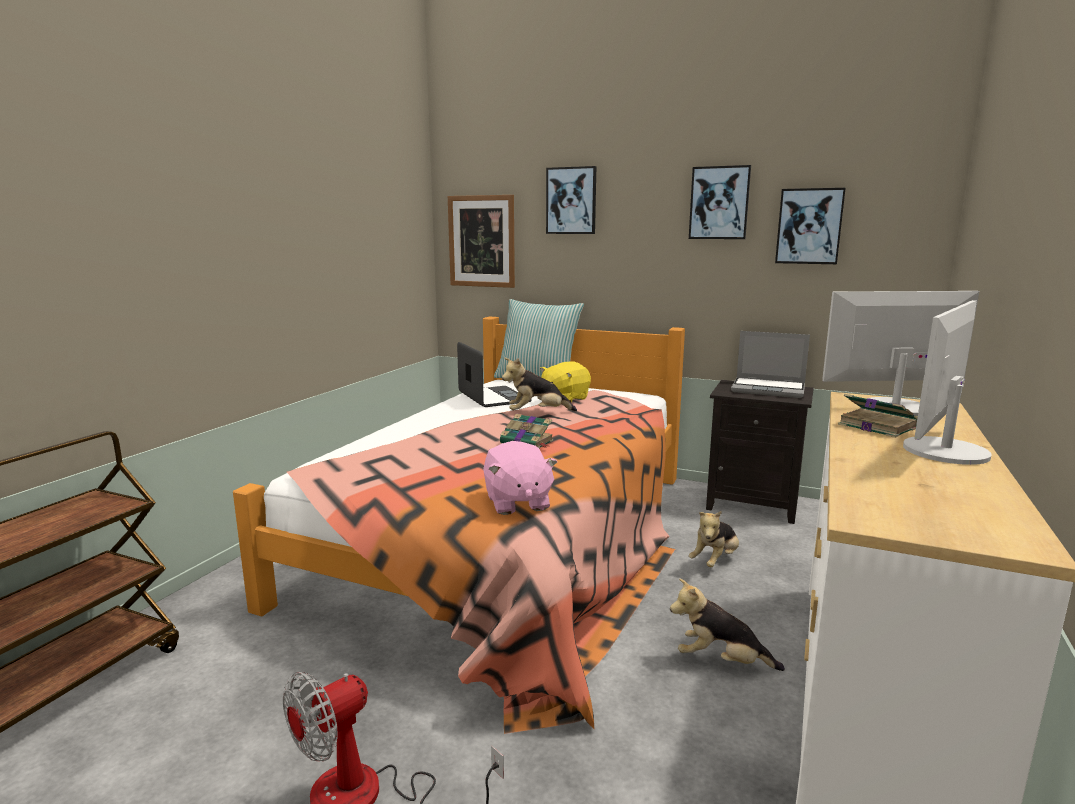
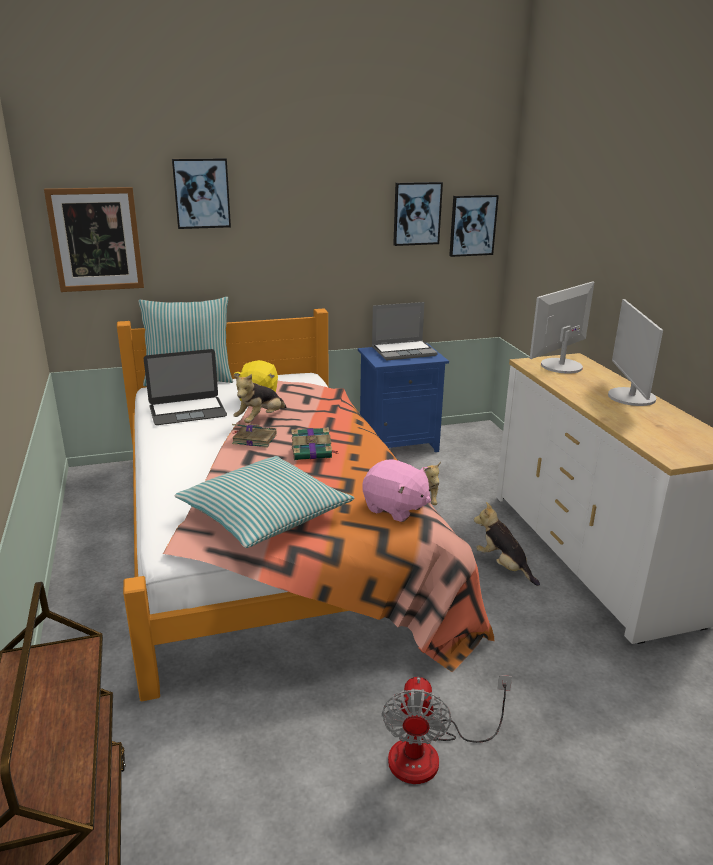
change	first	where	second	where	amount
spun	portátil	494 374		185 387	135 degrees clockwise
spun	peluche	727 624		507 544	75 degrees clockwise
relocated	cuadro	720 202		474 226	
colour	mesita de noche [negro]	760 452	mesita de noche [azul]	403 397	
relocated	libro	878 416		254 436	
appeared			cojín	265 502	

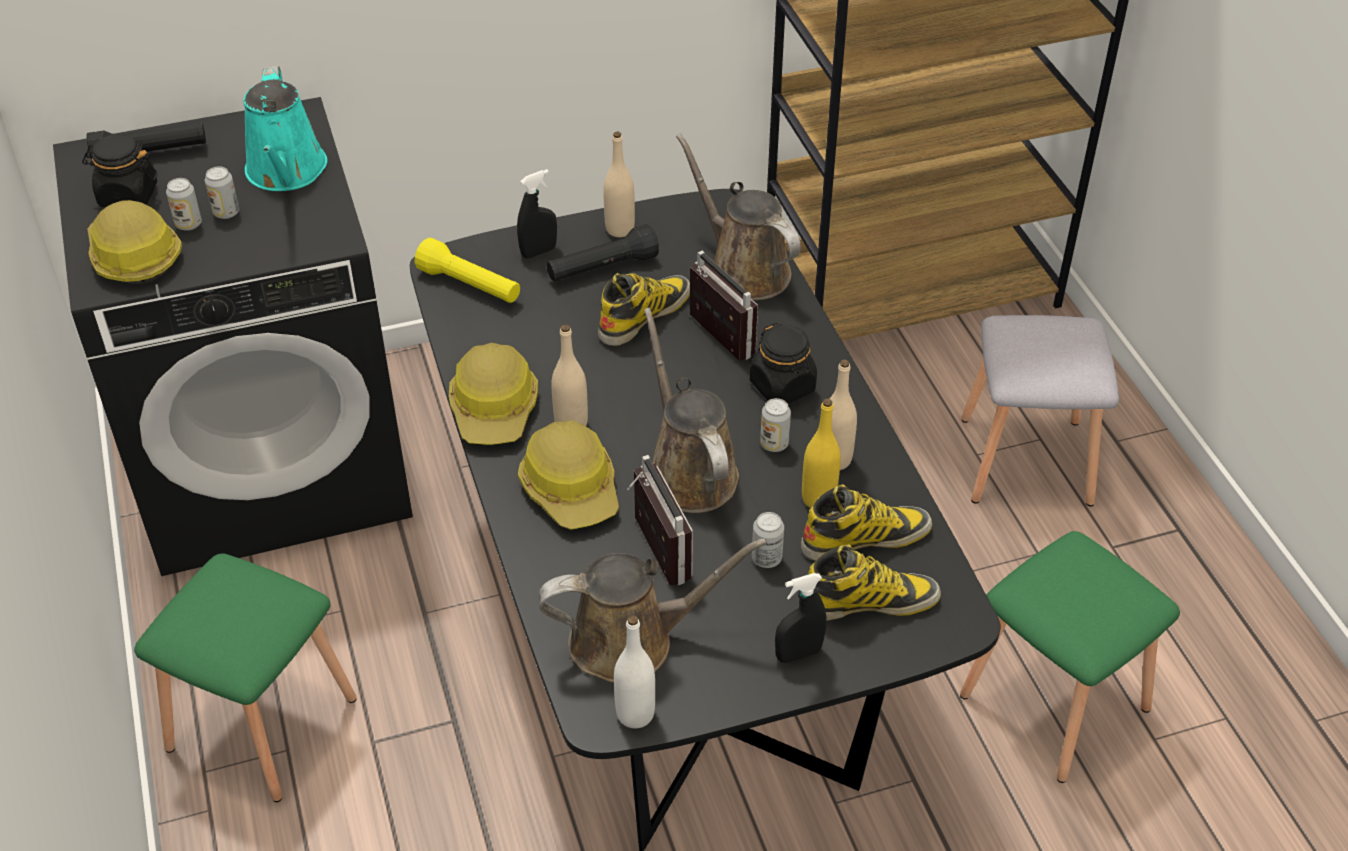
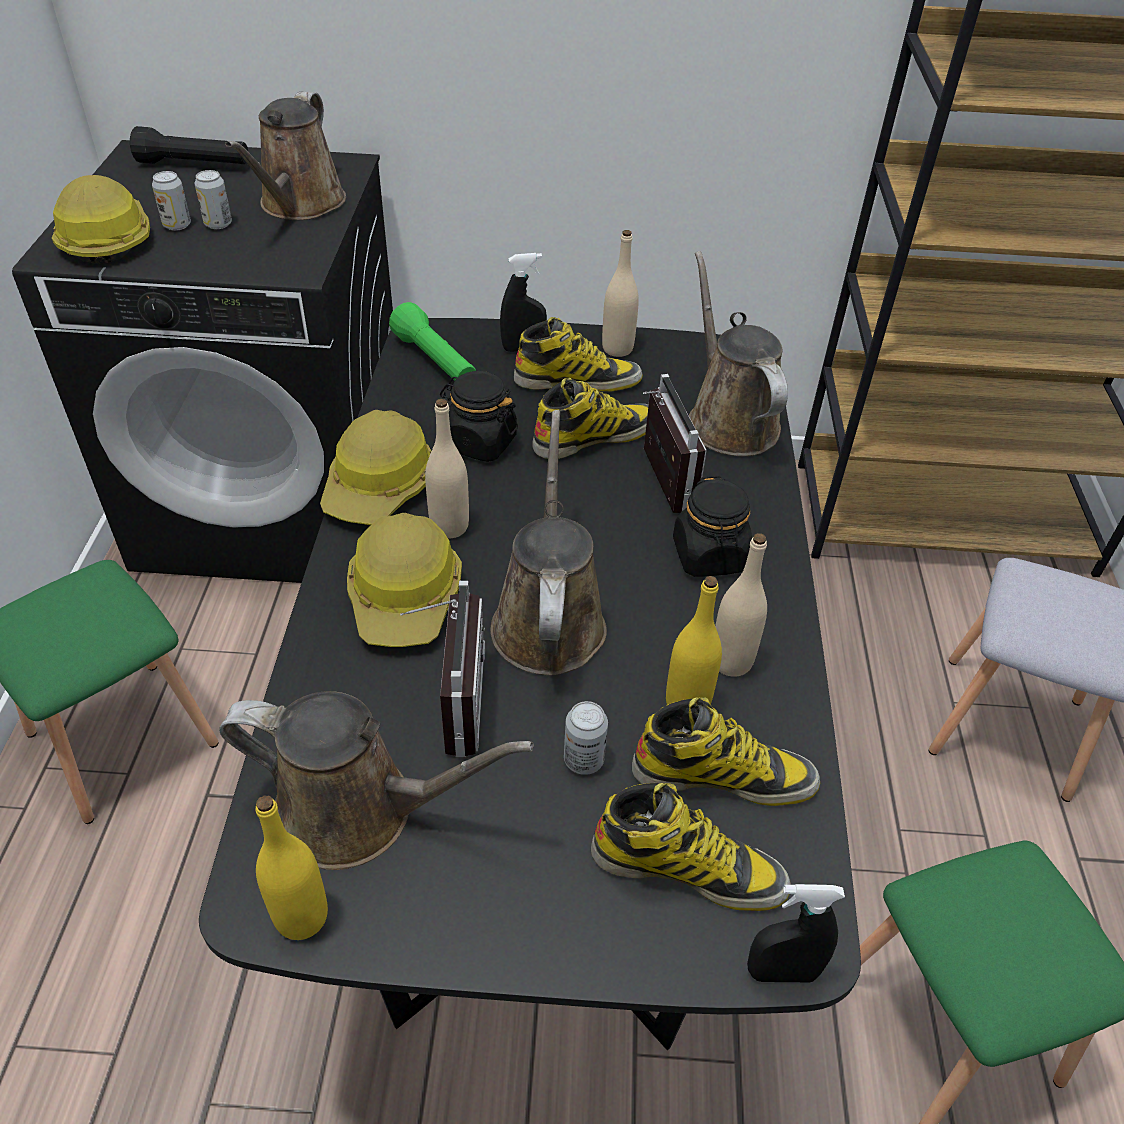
change	first	where	second	where	amount
relocated	tarro [negro]	119 170		479 416	
colour	regadera [turquesa]	285 128	regadera [marrón]	285 156	
colour	linterna [amarillo]	467 270	linterna [verde]	432 341	
exchanged	linterna [negro]	603 252	bota	578 354	
colour	botella [blanco]	634 671	botella [amarillo]	291 867	
missing	lata	775 425			
relocated	pulverizador [negro]	800 618		796 933	

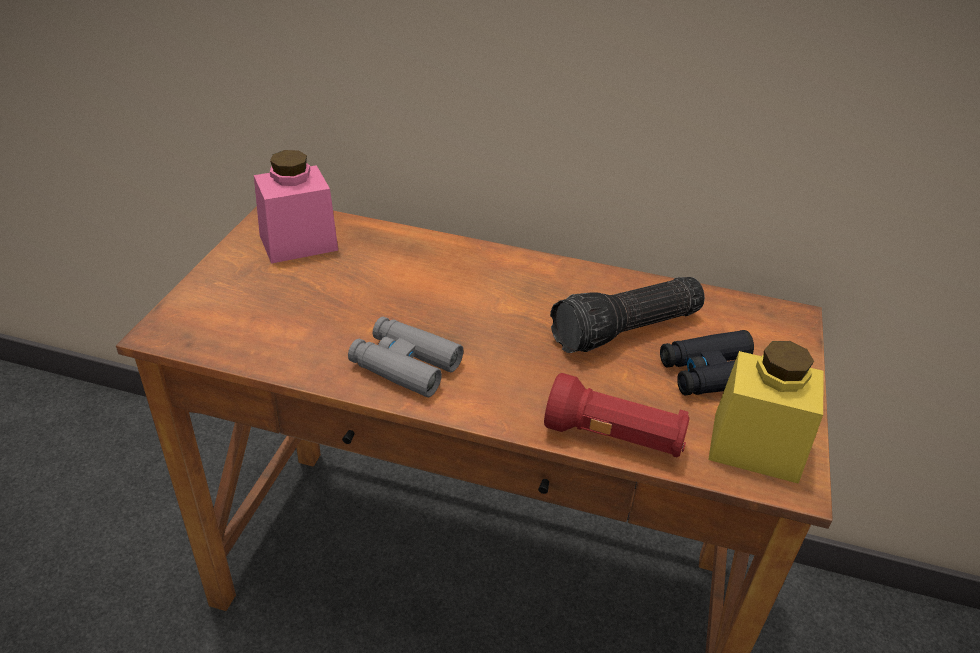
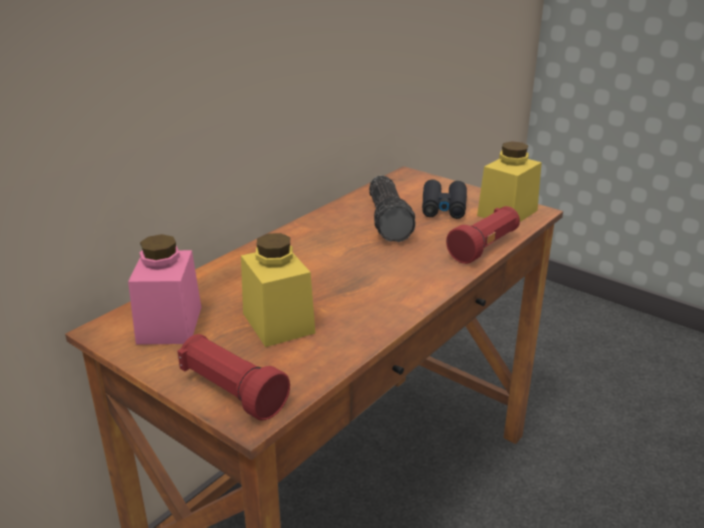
change	first	where	second	where	amount
missing	prismáticos [gris]	405 356			
appeared			linterna [rojo]	234 377	
appeared			tarro [amarillo]	278 290	

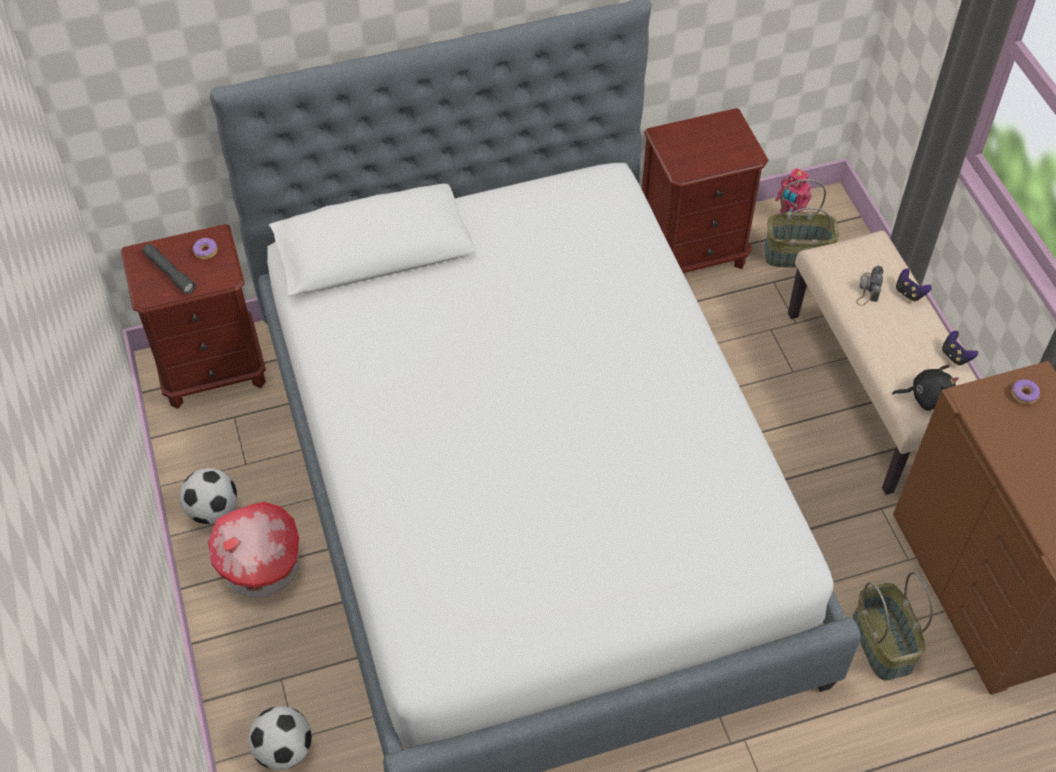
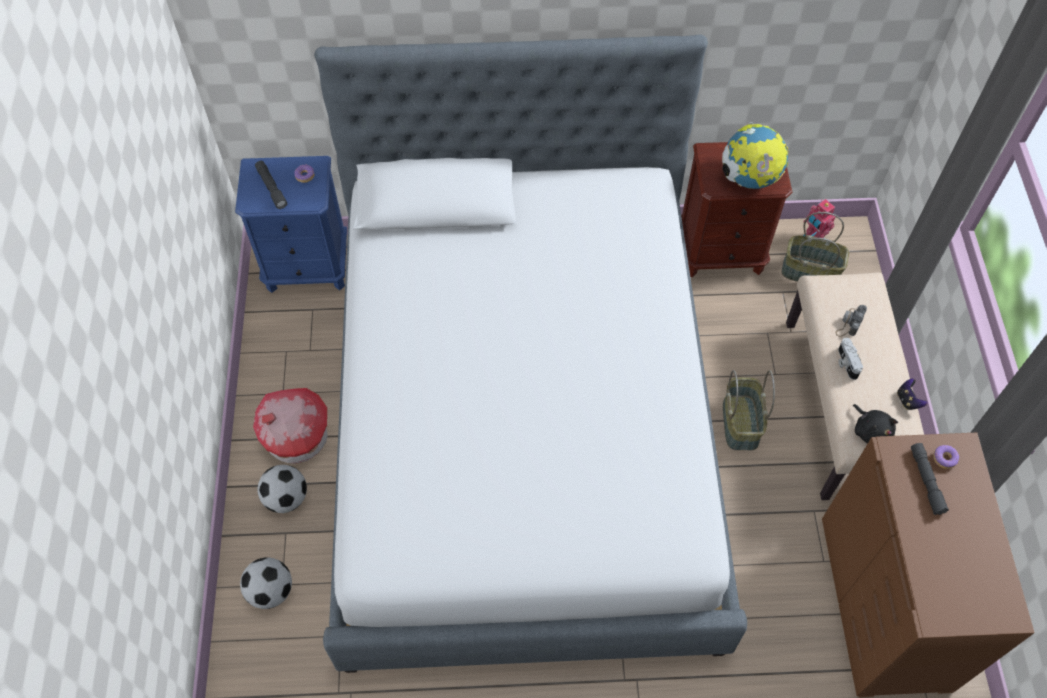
change	first	where	second	where	amount
colour	mesita de noche [marrón]	193 316	mesita de noche [azul]	291 224	
relocated	balón de fútbol	208 496		282 489	
relocated	cesta	893 626		749 410	
spun	peluche [negro]	925 388		875 424	45 degrees clockwise
missing	mando de consola	914 285			
appeared			globo terráqueo	755 156	
appeared			cámara	850 359	
appeared			linterna [gris]	930 479	

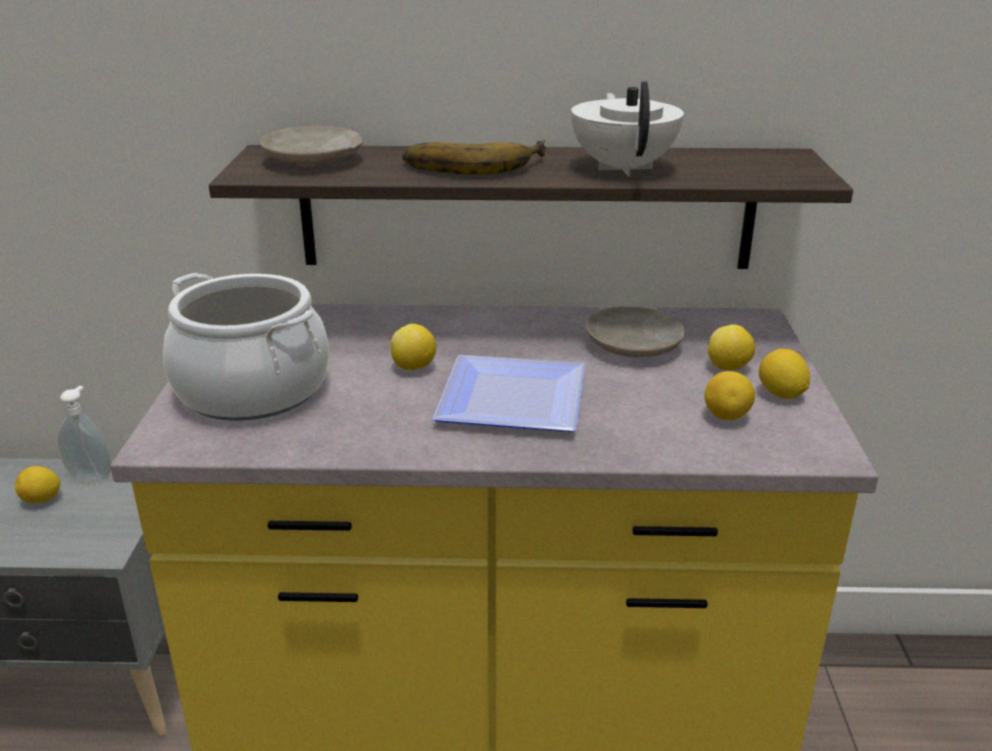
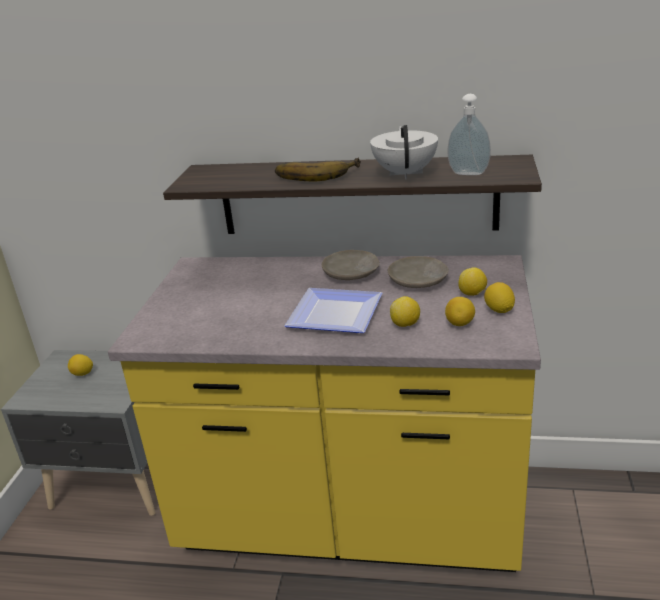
change	first	where	second	where	amount
relocated	dispensador de jabón	84 434		469 134	
missing	olla	246 347			
relocated	plato [beis]	311 147		351 265	
relocated	limón	413 347		405 311	

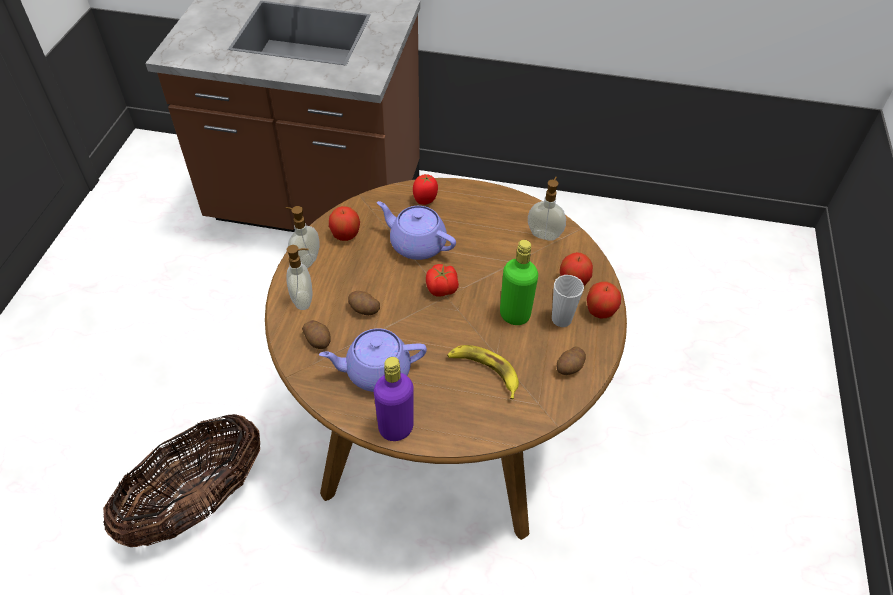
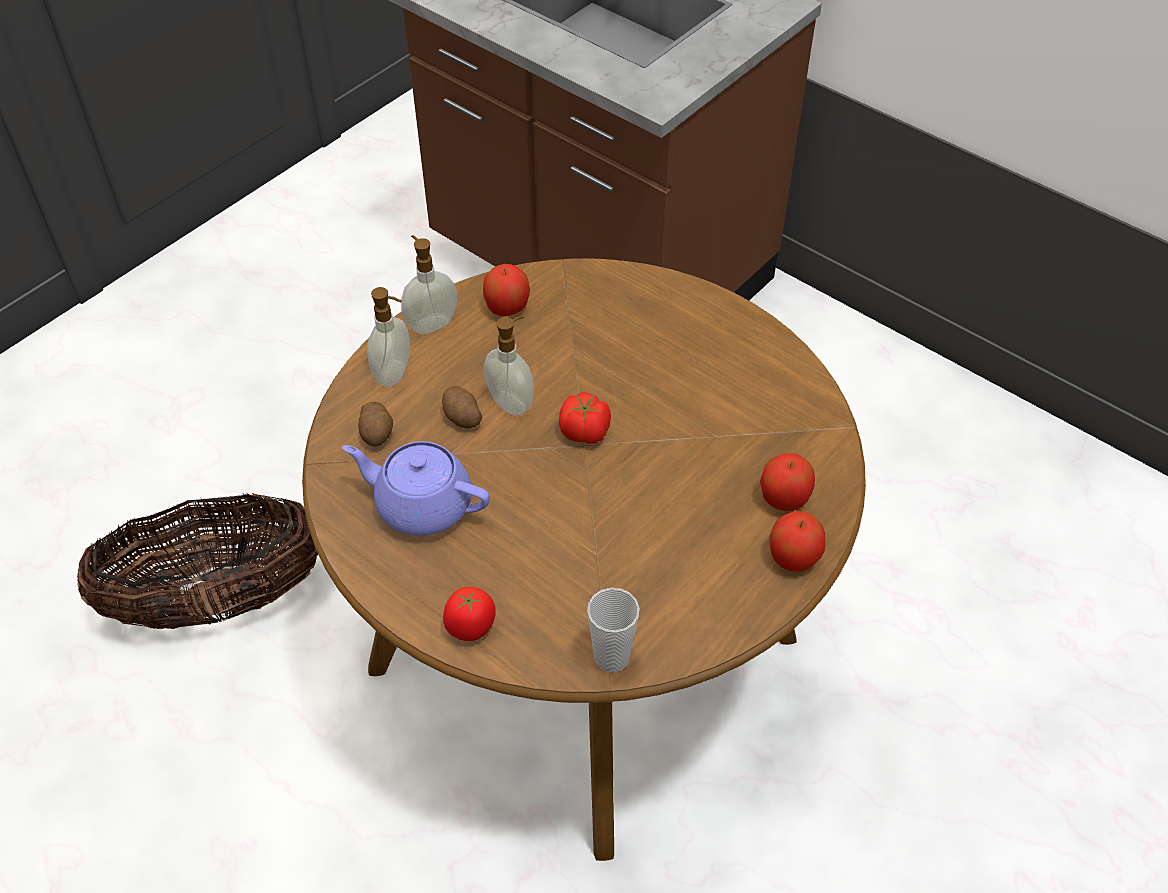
change	first	where	second	where	amount
missing	botella [morado]	394 399			
missing	tetera [morado]	416 230			
relocated	tomate	425 189		469 614	
missing	plátano	483 372			
missing	botella [verde]	519 282			
relocated	dispensador de jabón	547 209		509 366	
relocated	taza	568 301		613 630	
missing	patata	571 360			

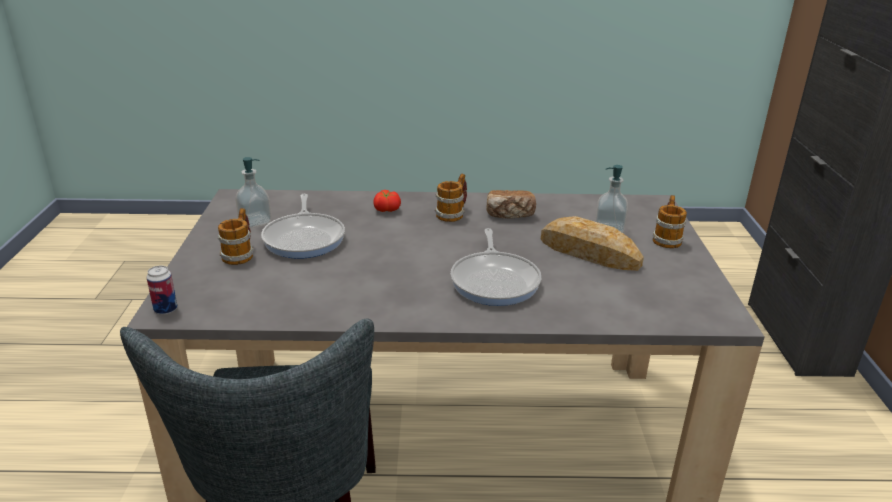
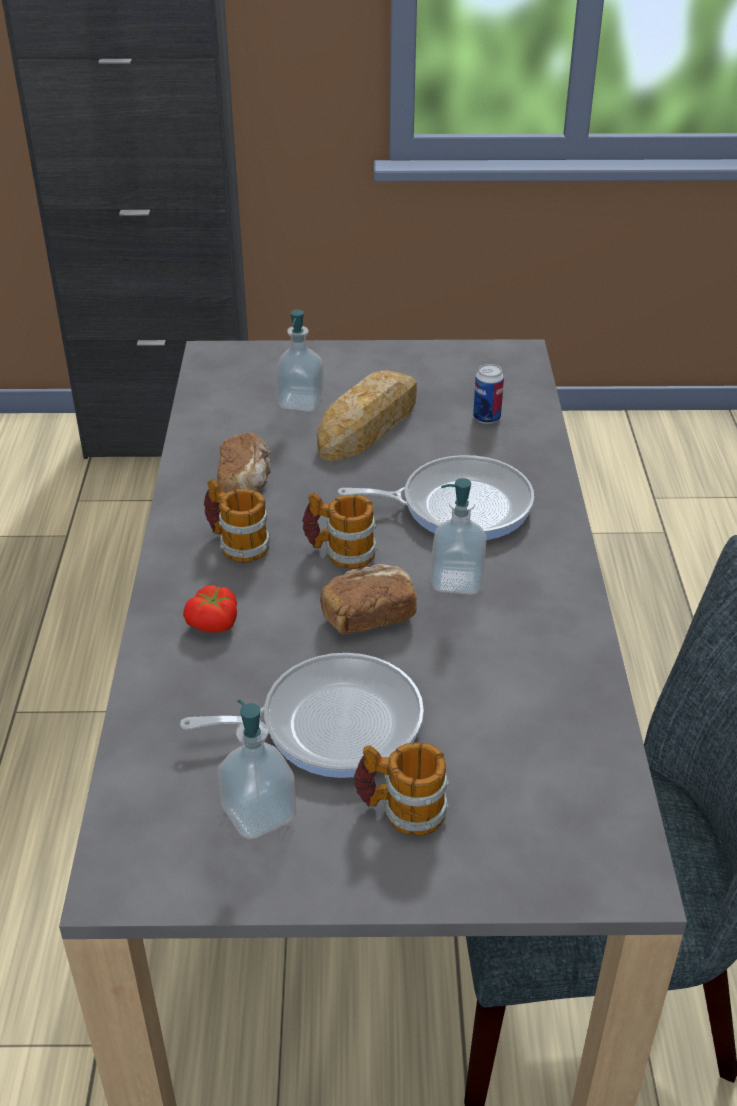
change	first	where	second	where	amount
relocated	lata	162 290		488 394	
relocated	taza grande	670 221		339 530	
appeared			pan	368 599	
appeared			dispensador de jabón	459 536	

